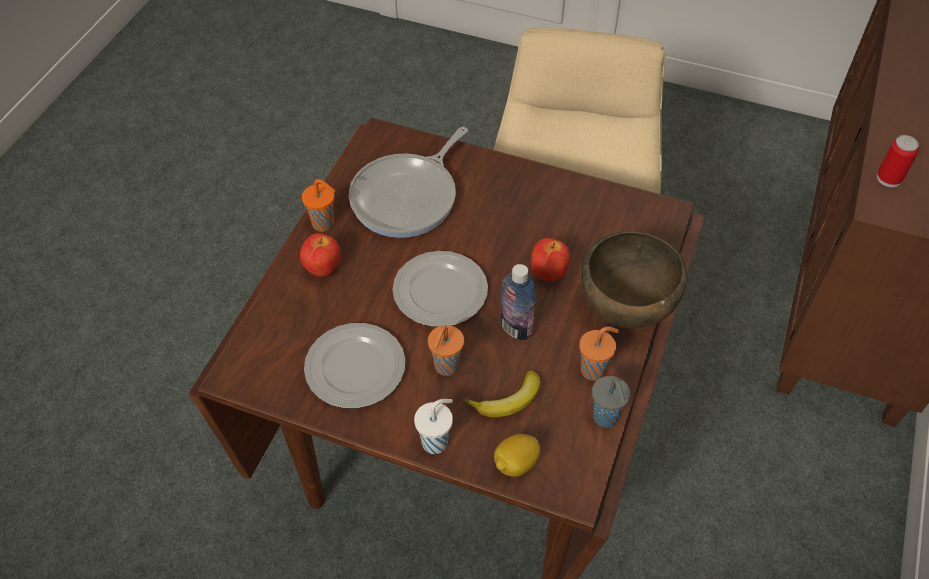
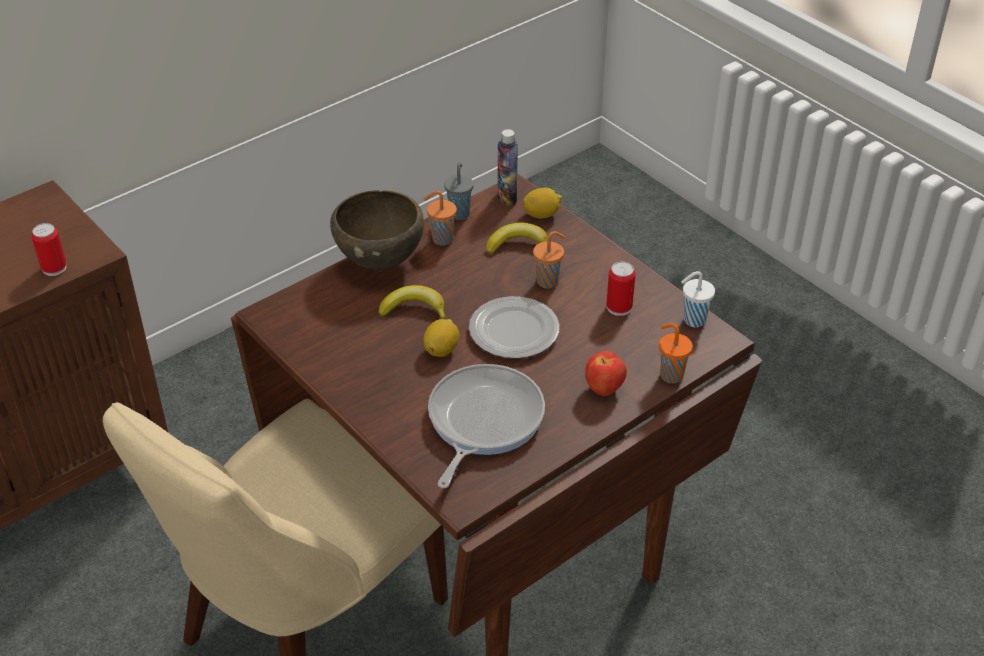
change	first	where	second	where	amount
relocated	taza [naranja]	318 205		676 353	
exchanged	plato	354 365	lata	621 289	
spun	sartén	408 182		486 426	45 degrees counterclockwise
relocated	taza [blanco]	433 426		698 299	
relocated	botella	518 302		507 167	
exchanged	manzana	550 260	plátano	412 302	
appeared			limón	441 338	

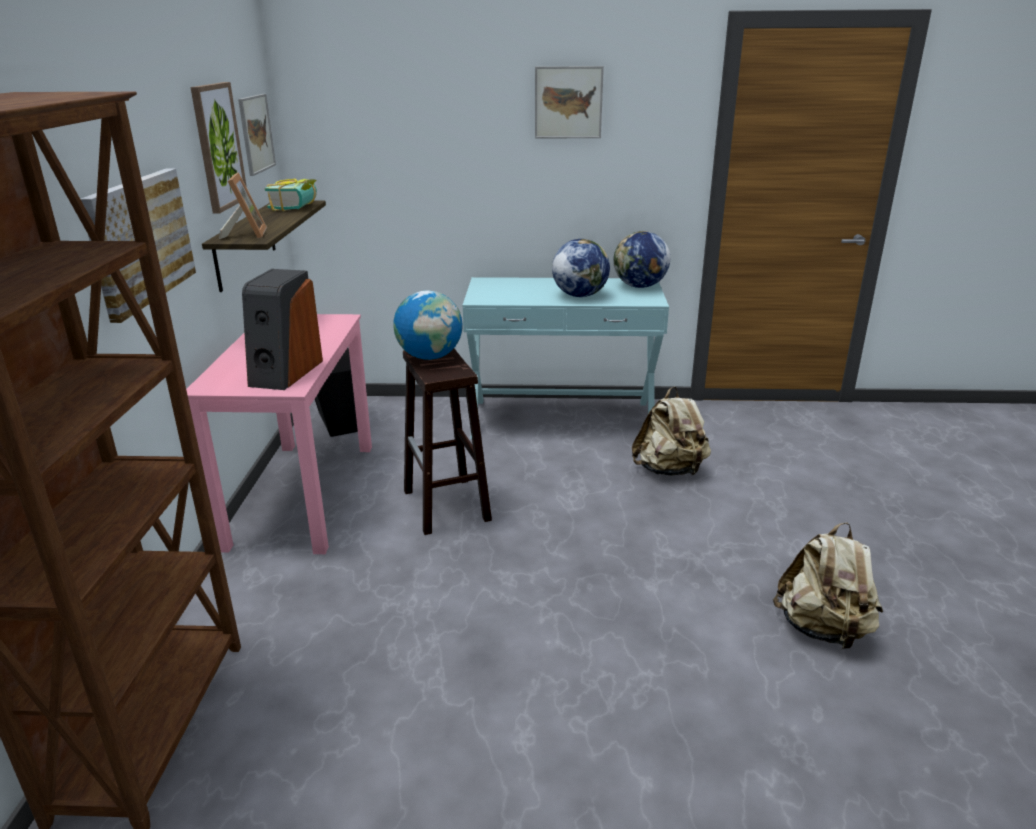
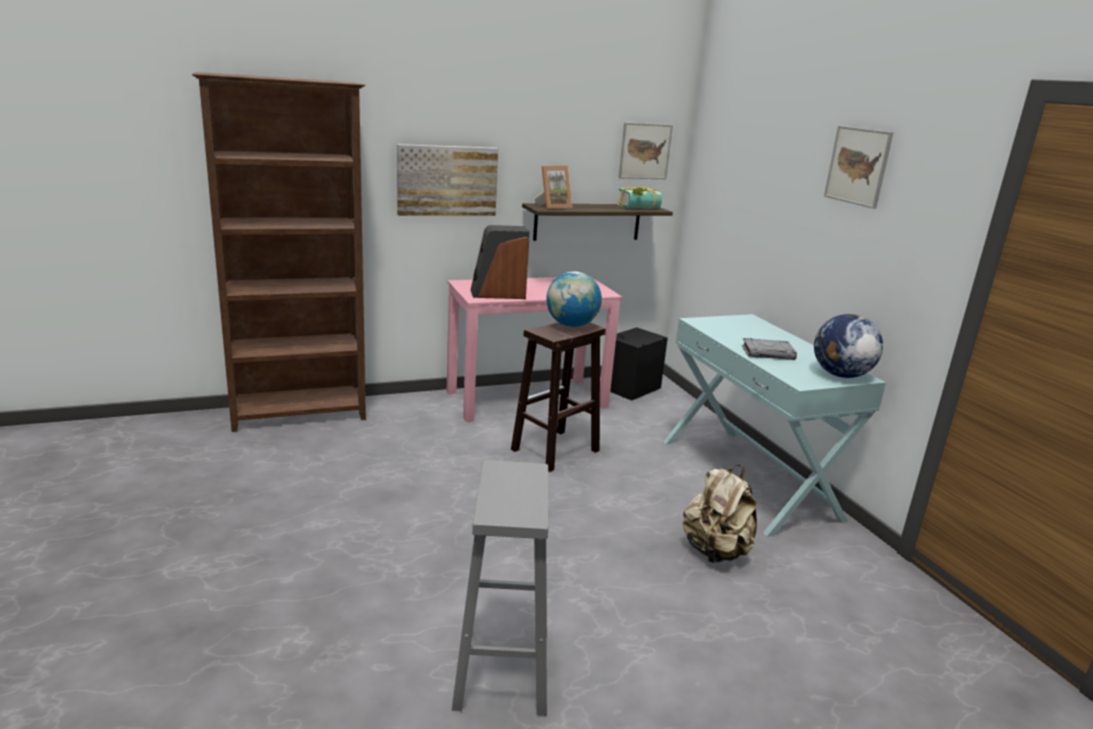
change	first	where	second	where	amount
missing	cuadro	219 147			
exchanged	globo terráqueo	581 268	libro [gris]	769 349	
exchanged	mochila [beis]	828 586	taburete [gris]	500 588	

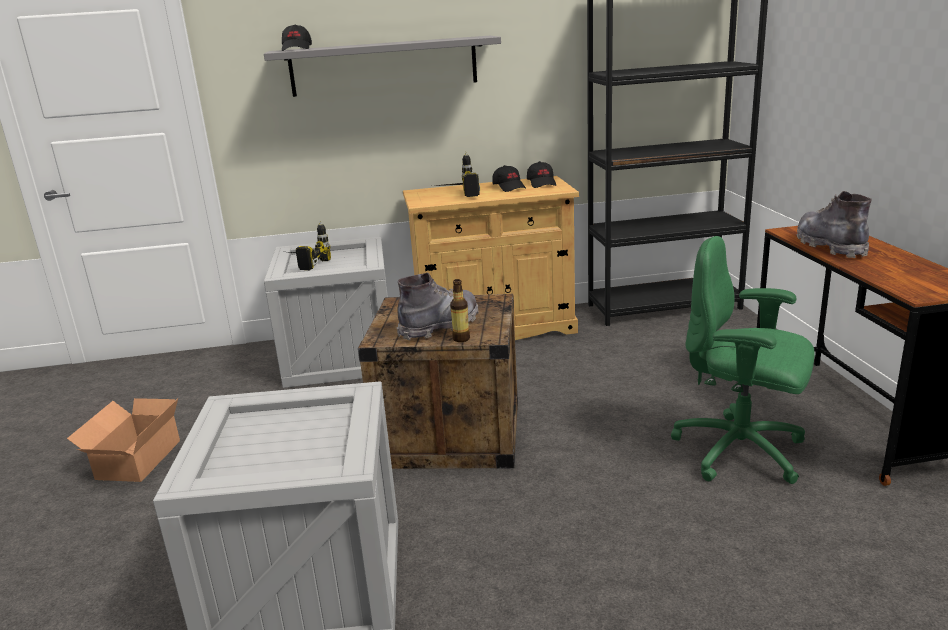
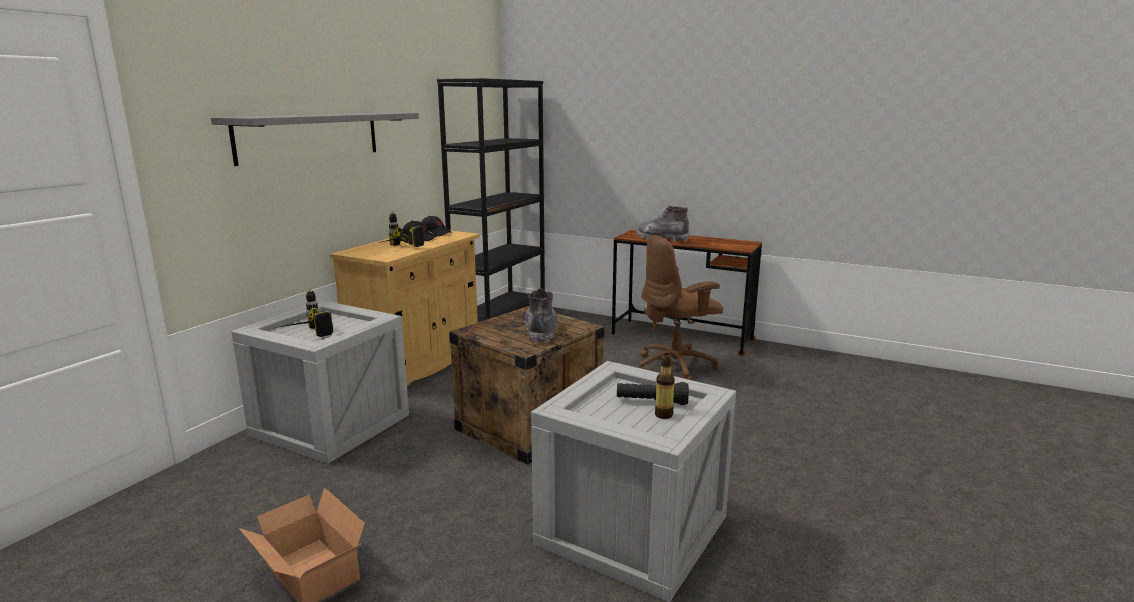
change	first	where	second	where	amount
missing	gorra [negro]	297 38			
relocated	botella	460 310		665 386	
colour	silla de oficina [verde]	743 360	silla de oficina [marrón]	681 308	
appeared			linterna [negro]	653 393	

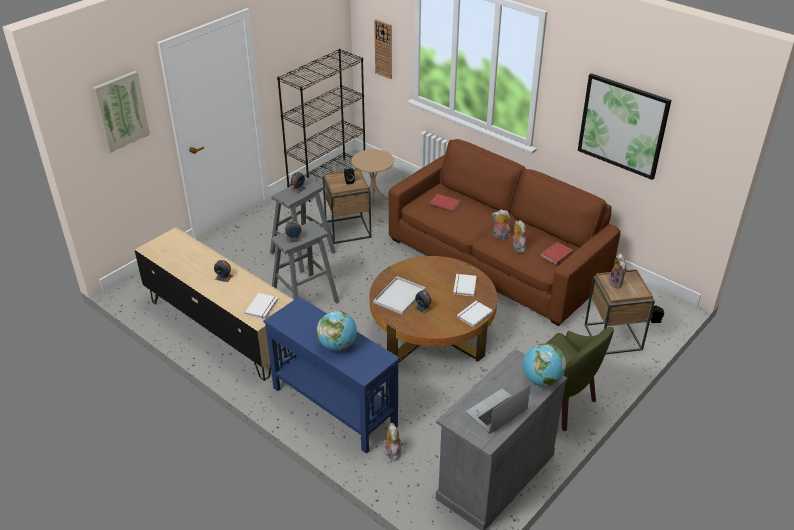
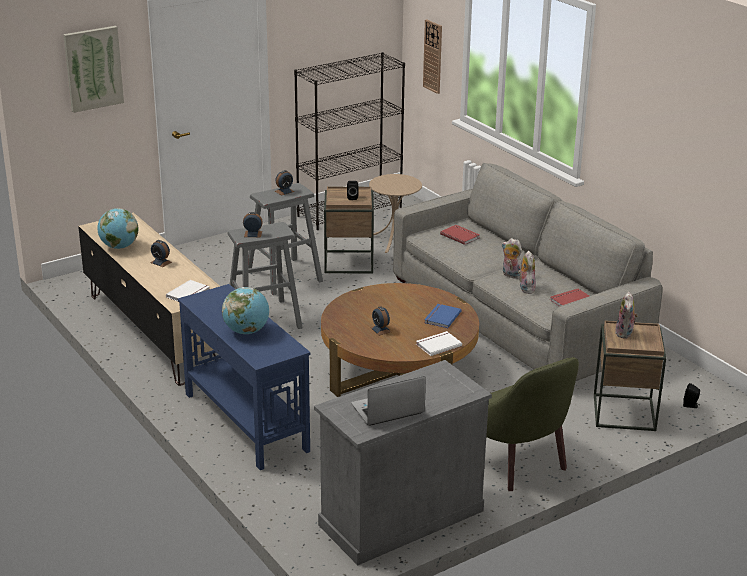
change	first	where	second	where	amount
missing	bandeja [blanco]	399 295			
missing	peluche	392 441			
colour	sofá [marrón]	504 232	sofá [gris]	528 272	
colour	libro [blanco]	465 285	libro [azul]	442 316	
relocated	globo terráqueo	544 365		117 228	
missing	cuadro	624 126			

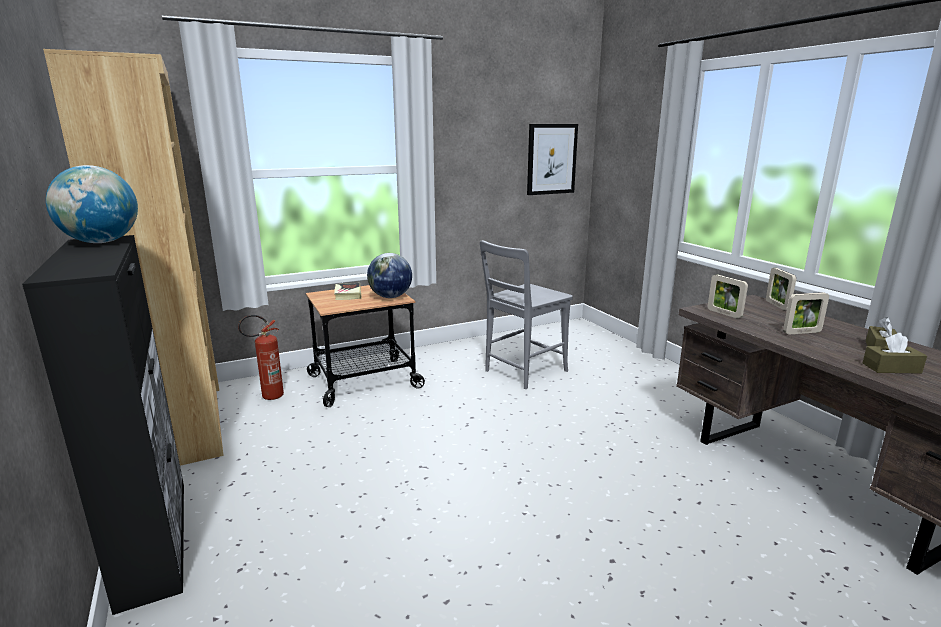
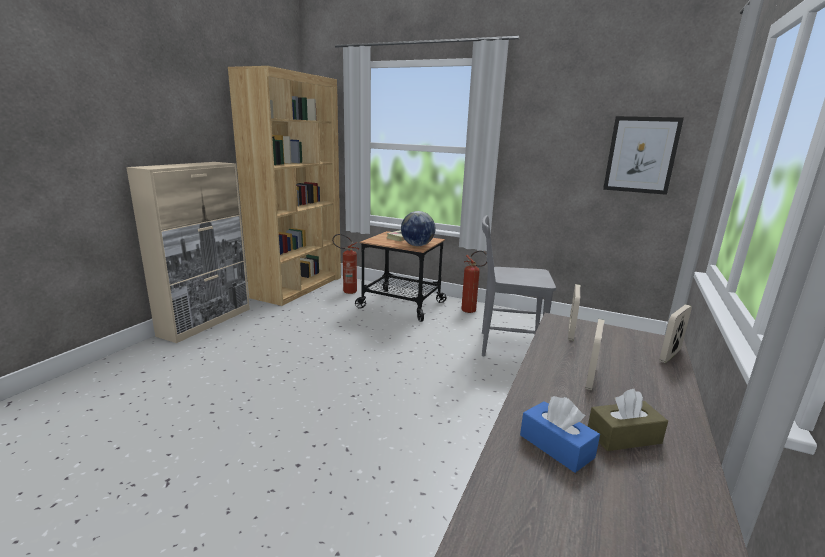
change	first	where	second	where	amount
colour	armario [negro]	103 425	armario [beis]	188 252	
missing	globo terráqueo	92 204			
spun	portarretratos	806 313		595 355	75 degrees clockwise
colour	caja de pañuelos [marrón]	895 353	caja de pañuelos [azul]	560 434	
appeared			extintor	474 282	

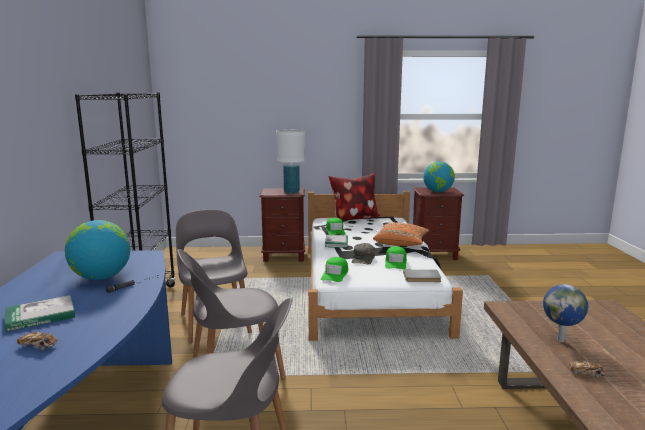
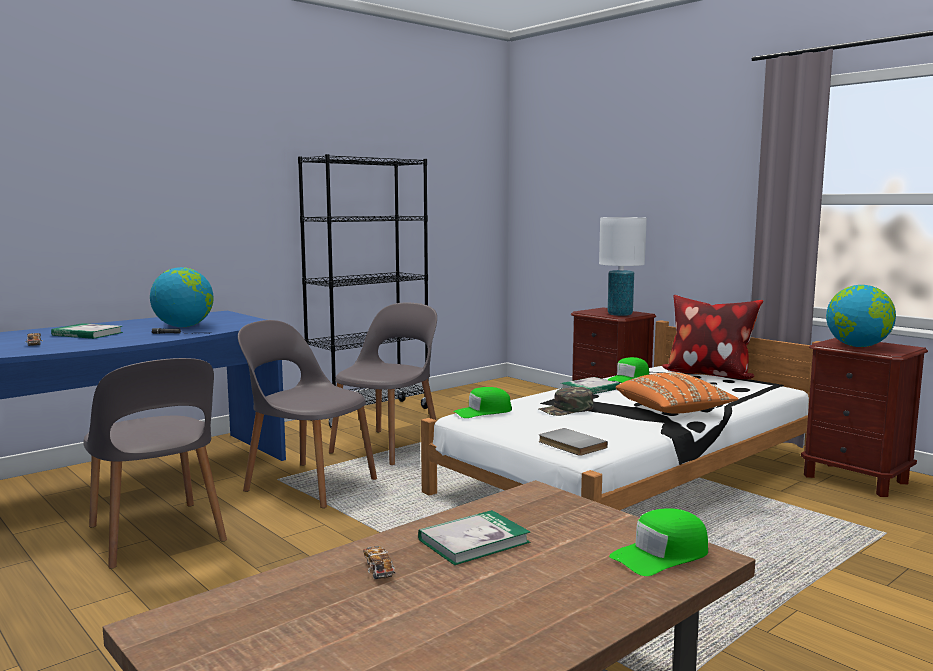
change	first	where	second	where	amount
relocated	gorra [verde]	396 257		658 542	
exchanged	globo terráqueo	565 313	libro	474 537	

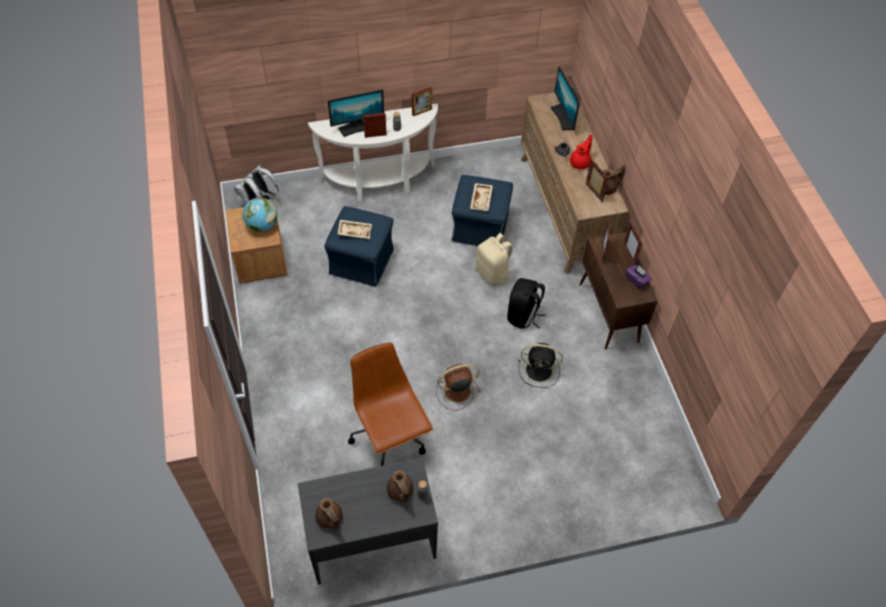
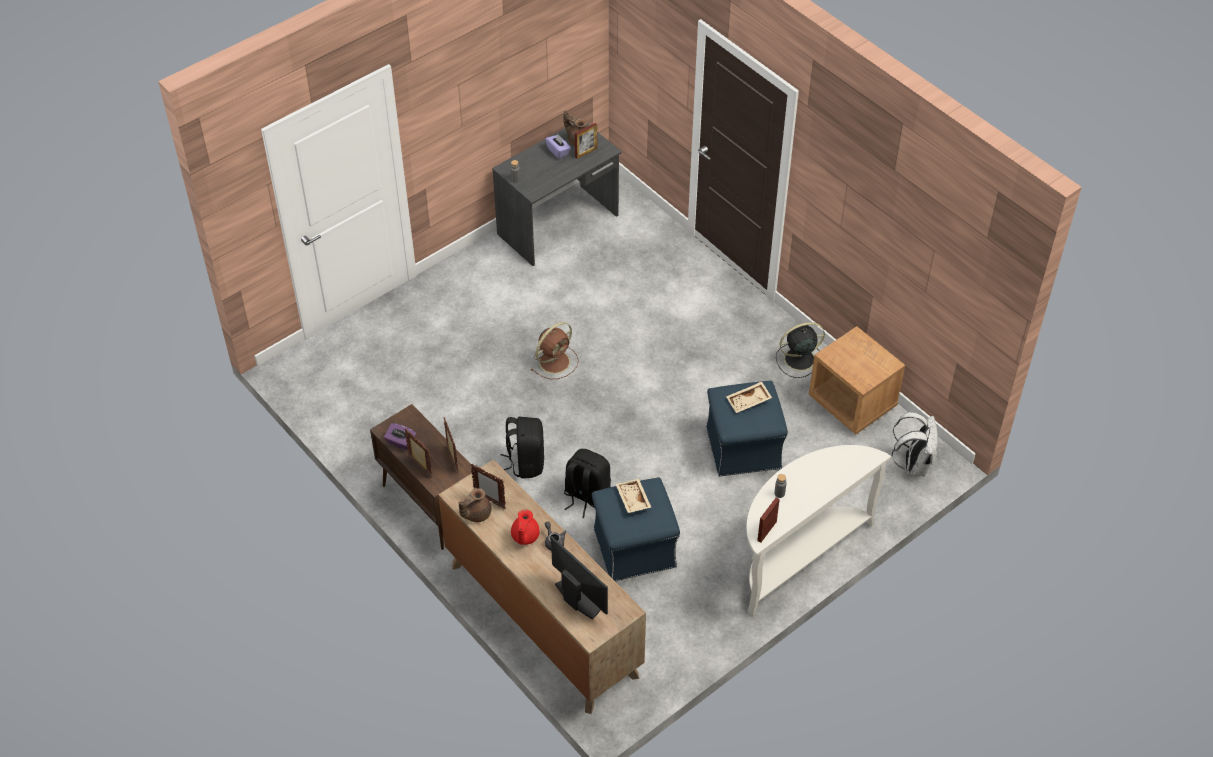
change	first	where	second	where	amount
missing	globo terráqueo	260 214			
missing	monitor	356 113			
missing	silla de oficina [marrón]	390 404			
relocated	portarretratos	374 125		586 141	
missing	tetera [marrón]	400 486			
colour	mochila [beis]	495 259	mochila [negro]	587 483	
relocated	ventilador [negro]	541 365		800 350	
appeared			caja de pañuelos [morado]	558 146	

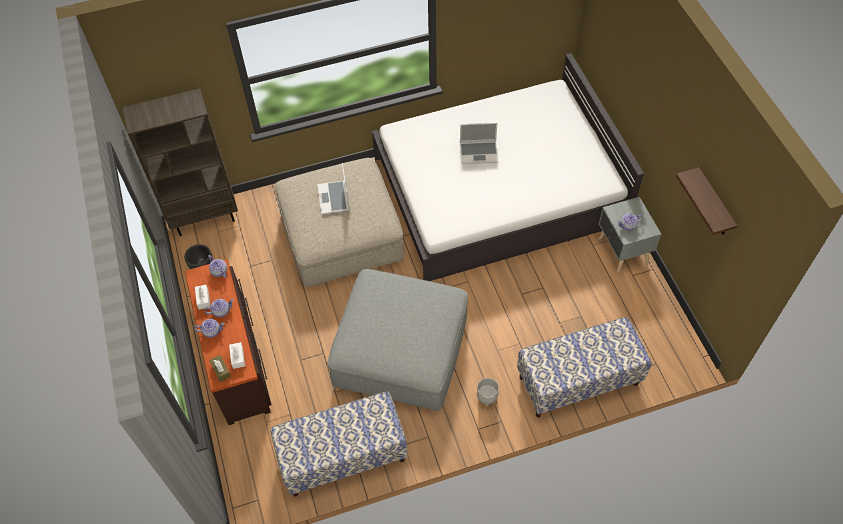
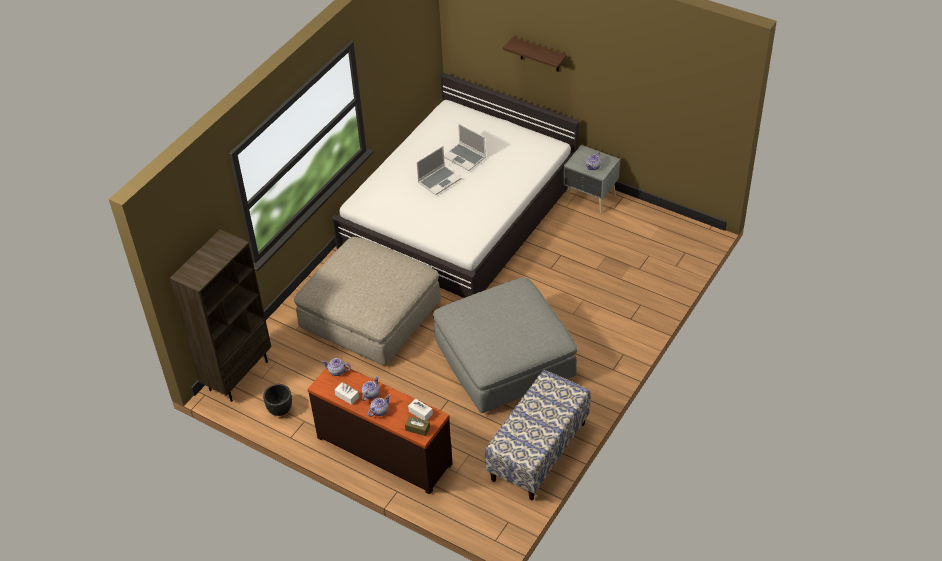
change	first	where	second	where	amount
relocated	portátil	334 188		465 147	
missing	maceta [gris]	488 393			
missing	banco	584 367			
relocated	estante	706 201		535 54	

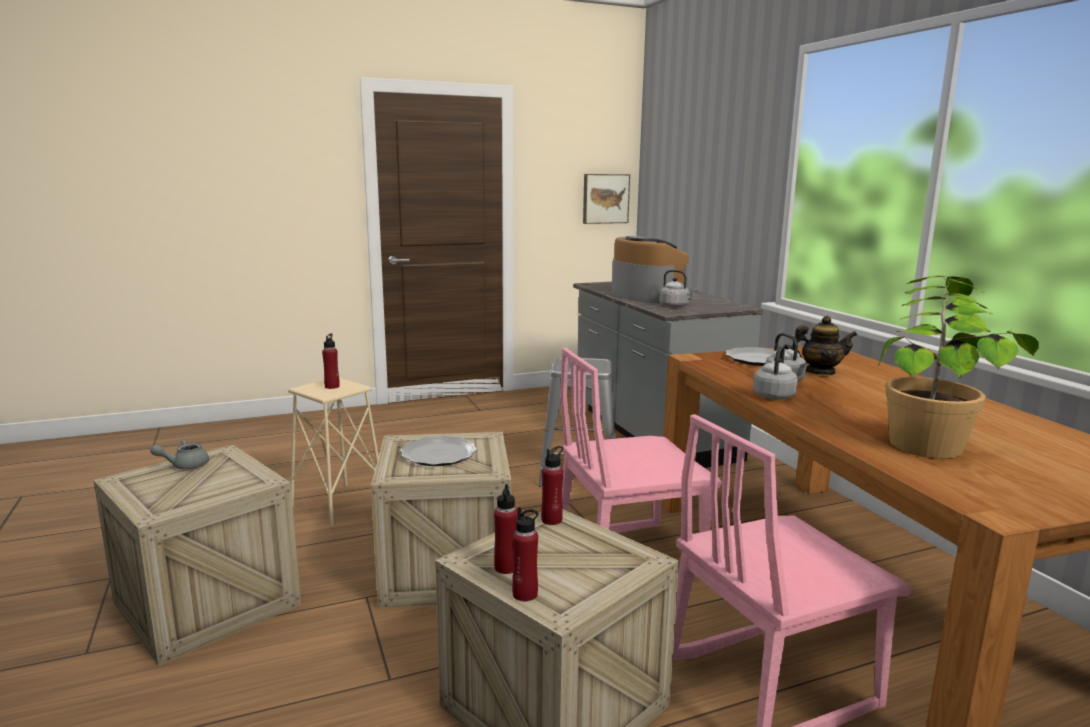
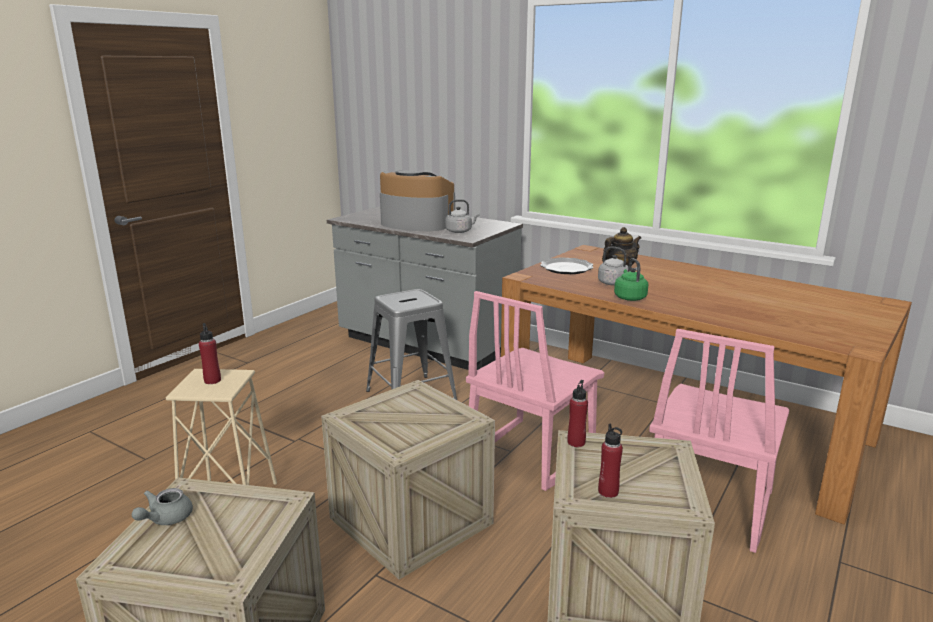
change	first	where	second	where	amount
missing	plato	438 451			
missing	botella [rojo]	525 554			
missing	cuadro	606 199			
colour	hervidor [gris]	775 372	hervidor [verde]	631 279	
missing	planta en maceta	958 367			

